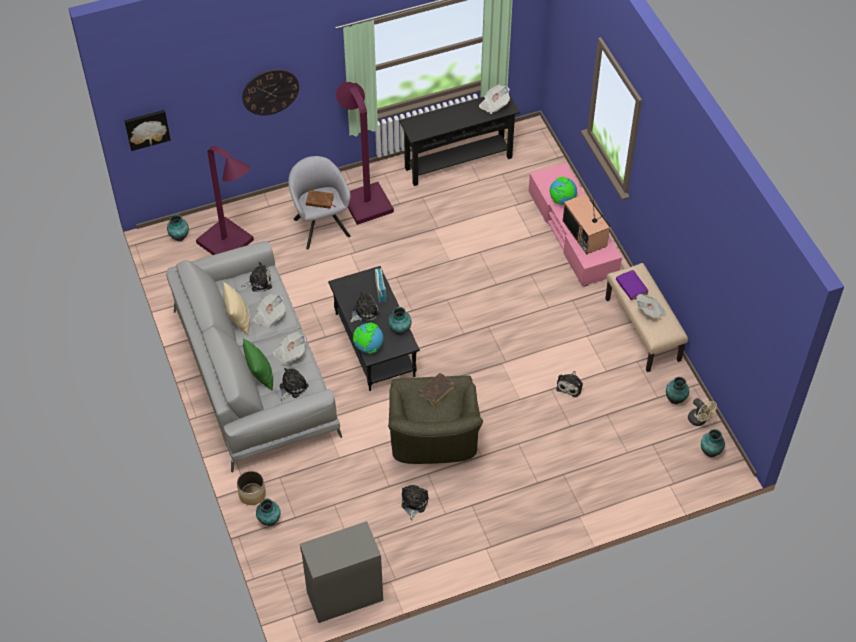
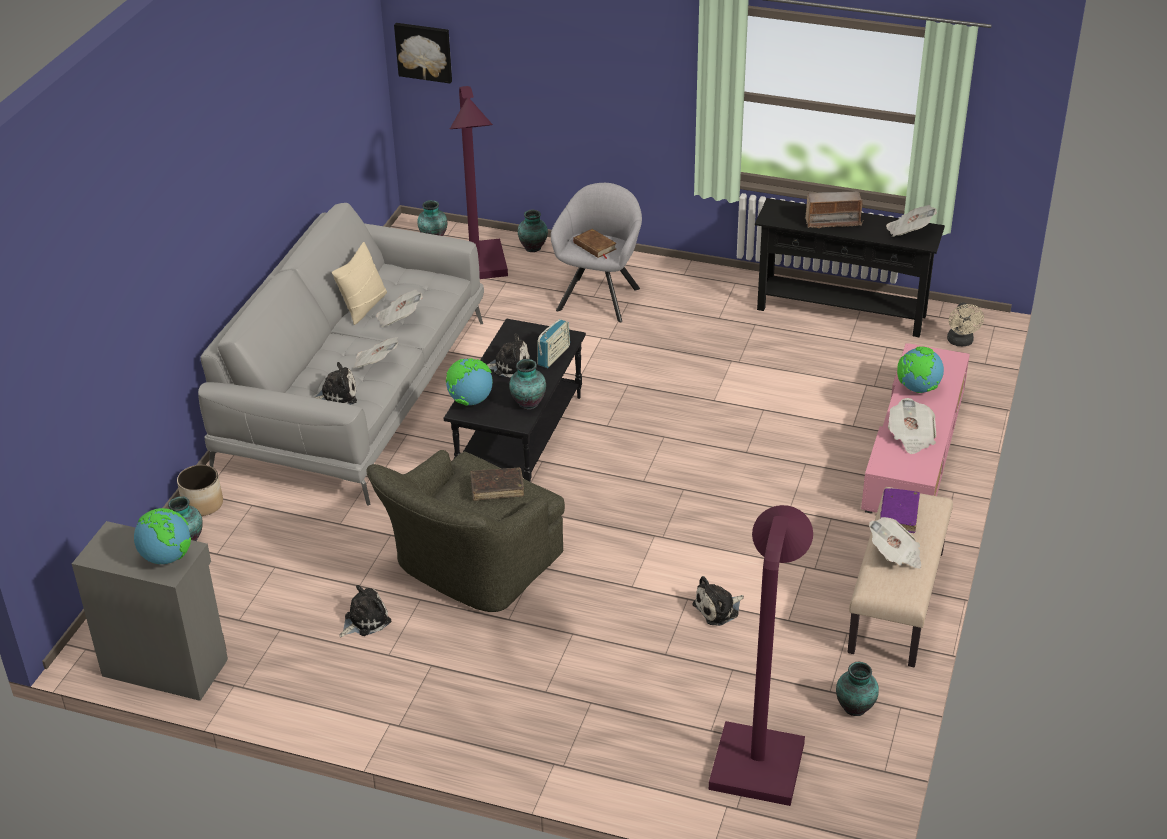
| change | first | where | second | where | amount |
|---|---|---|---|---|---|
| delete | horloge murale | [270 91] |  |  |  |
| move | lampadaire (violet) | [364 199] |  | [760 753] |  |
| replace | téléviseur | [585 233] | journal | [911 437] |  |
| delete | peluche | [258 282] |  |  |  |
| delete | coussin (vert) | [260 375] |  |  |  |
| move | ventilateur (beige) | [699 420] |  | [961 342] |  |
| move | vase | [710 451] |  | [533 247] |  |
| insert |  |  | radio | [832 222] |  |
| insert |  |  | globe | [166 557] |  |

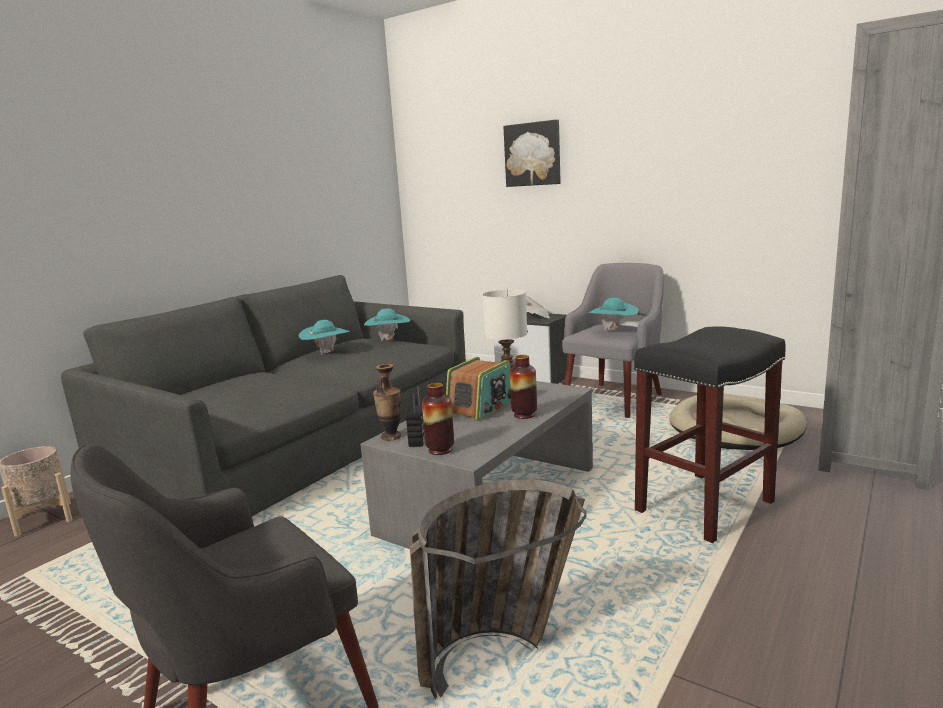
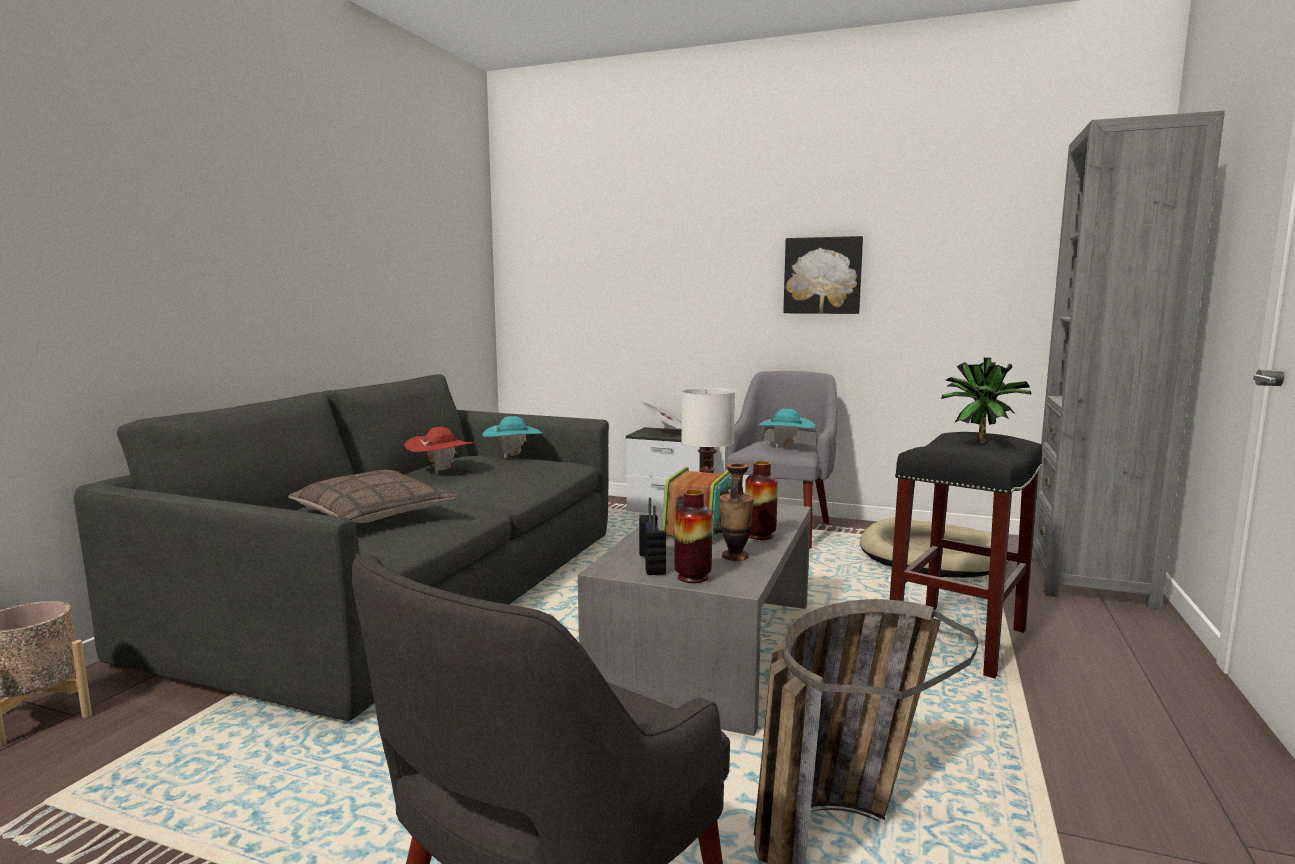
| change | first | where | second | where | amount |
|---|---|---|---|---|---|
| move | tableau | [533 154] |  | [822 275] |  |
| recolor | chapeau (turquoise) | [326 353] | chapeau (rouge) | [441 471] |  |
| move | vase | [391 436] |  | [735 556] |  |
| insert |  |  | plante en pot | [979 442] |  |
| insert |  |  | coussin | [374 514] |  |

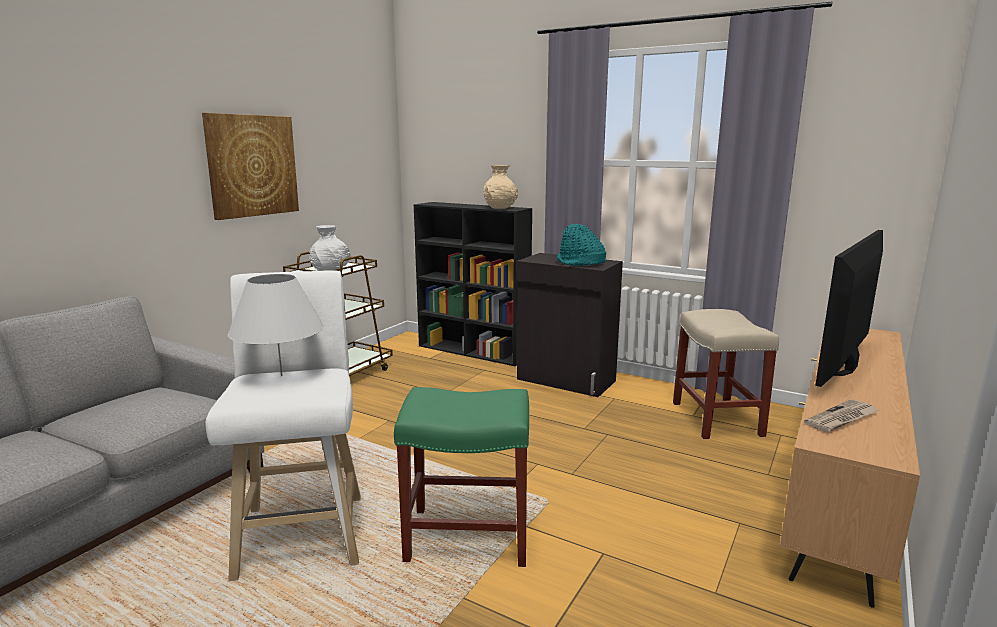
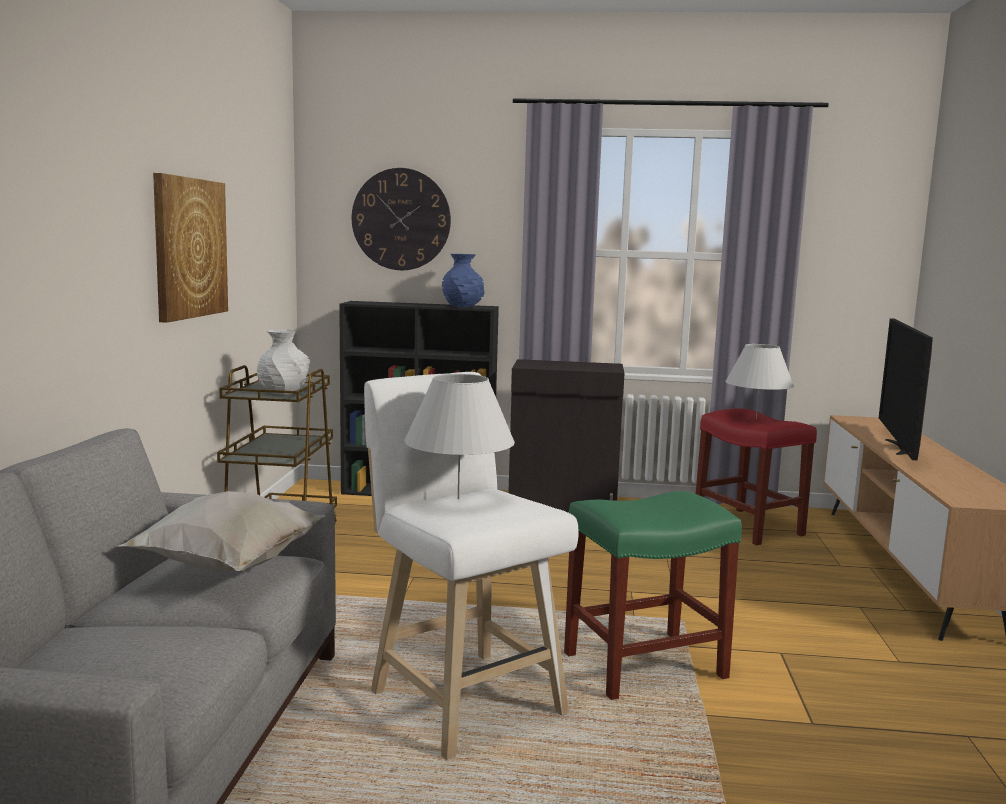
| change | first | where | second | where | amount |
|---|---|---|---|---|---|
| recolor | vase (beige) | [500 208] | vase (bleu) | [463 306] |  |
| delete | chapeau (turquoise) | [580 263] |  |  |  |
| recolor | tabouret (beige) | [717 419] | tabouret (rouge) | [749 527] |  |
| delete | journal | [842 418] |  |  |  |
| insert |  |  | horloge murale | [401 219] |  |
| insert |  |  | lampe de table (blanc) | [756 419] |  |
| insert |  |  | coussin (blanc) | [227 568] |  |

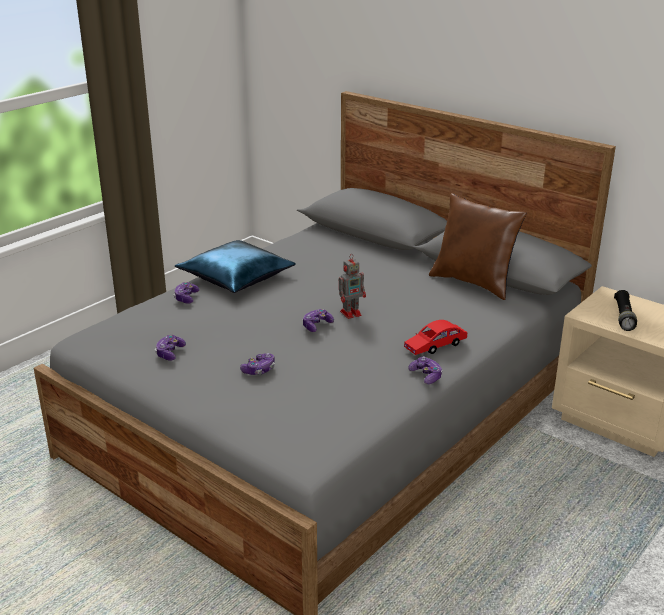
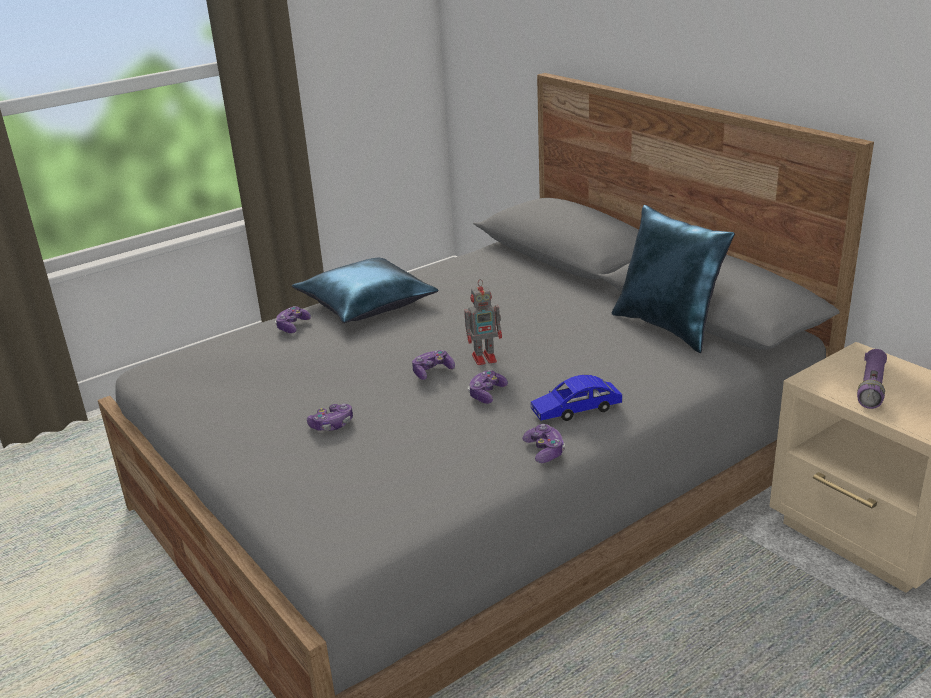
| change | first | where | second | where | amount |
|---|---|---|---|---|---|
| recolor | coussin (marron) | [474 283] | coussin (bleu) | [668 327] |  |
| recolor | lampe de poche (noir) | [623 317] | lampe de poche (violet) | [871 387] |  |
| recolor | petite voiture (rouge) | [435 346] | petite voiture (bleu) | [576 410] |  |
| move | manette | [170 353] |  | [487 394] |  |

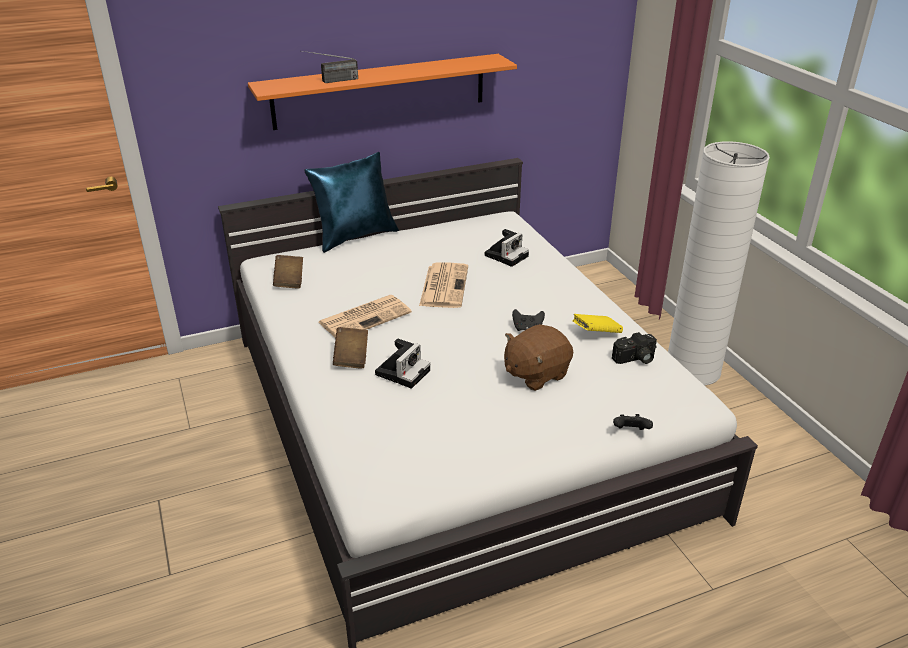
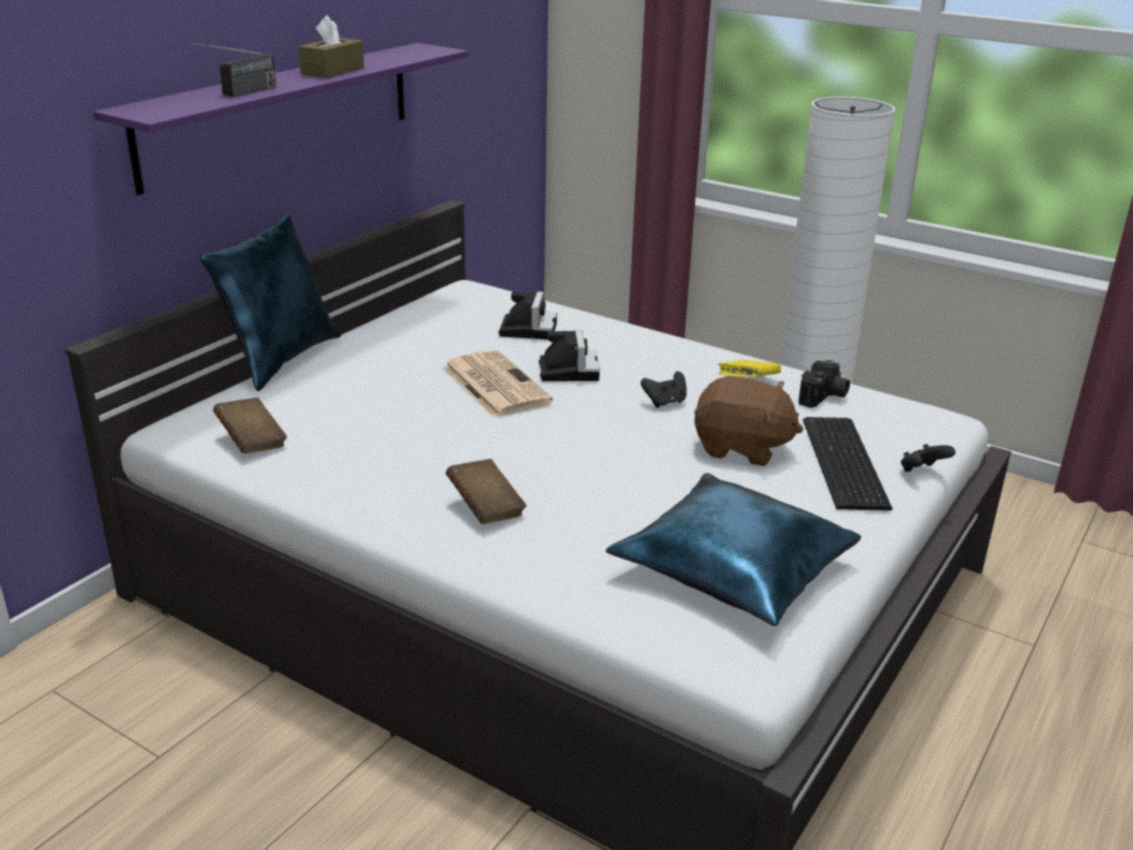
| change | first | where | second | where | amount |
|---|---|---|---|---|---|
| recolor | étagère (orange) | [380 91] | étagère (violet) | [281 112] |  |
| delete | journal | [365 317] |  |  |  |
| rotate | peluche (marron) | [535 374] |  | [741 448] | 90 degrees counterclockwise |
| move | appareil photo | [403 371] |  | [567 370] |  |
| insert |  |  | boîte à mouchoirs (marron) | [332 71] |  |
| insert |  |  | clavier | [841 463] |  |
| insert |  |  | coussin (bleu) | [732 568] |  |

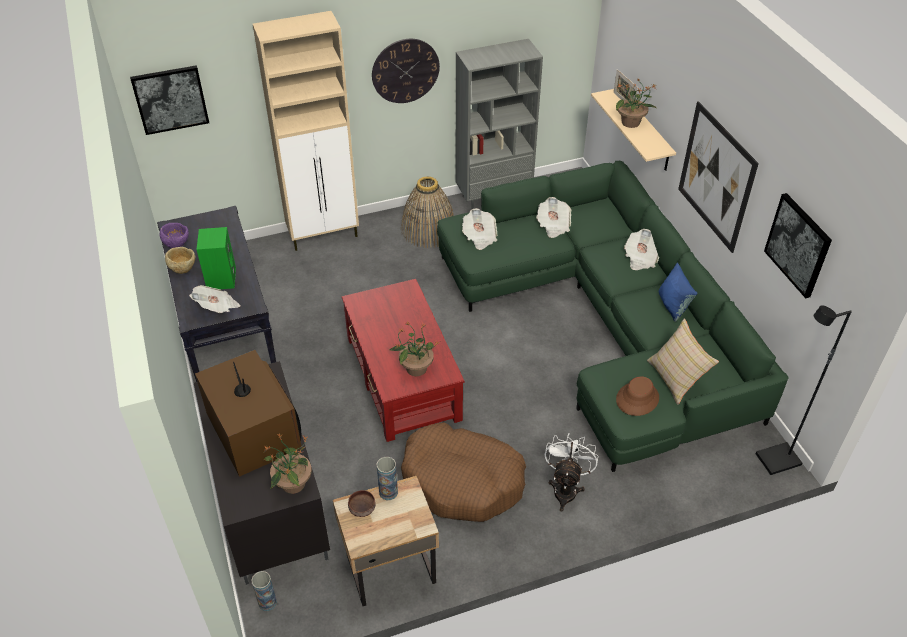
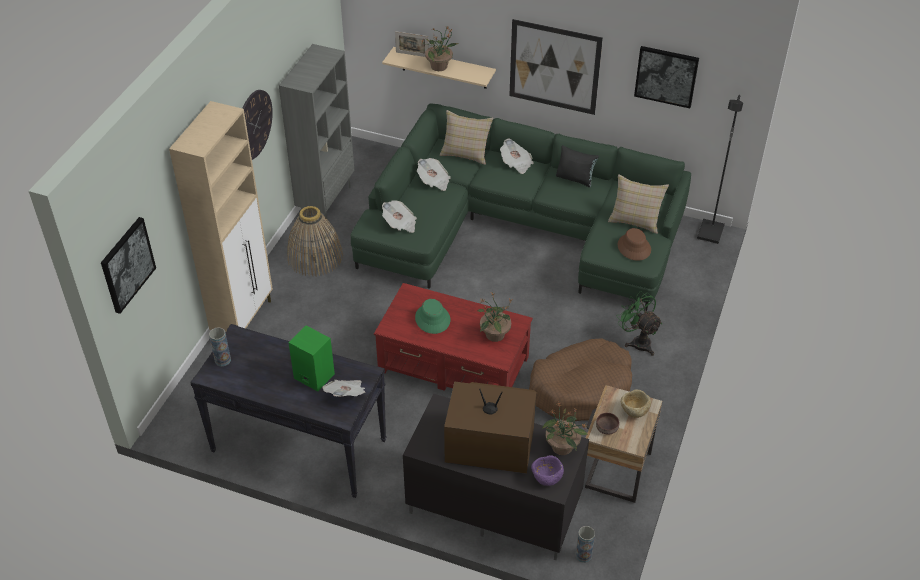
| change | first | where | second | where | amount |
|---|---|---|---|---|---|
| move | bol (violet) | [177 244] |  | [546 478] |  |
| move | bol (beige) | [183 268] |  | [634 411] |  |
| recolor | coussin (bleu) | [673 306] | coussin (noir) | [575 179] |  |
| recolor | ventilateur (blanc) | [566 488] | ventilateur (vert) | [638 341] |  |
| move | vase | [388 492] |  | [223 360] |  |
| insert |  |  | coussin (beige) | [466 153] |  |
| insert |  |  | chapeau (vert) | [432 319] |  |

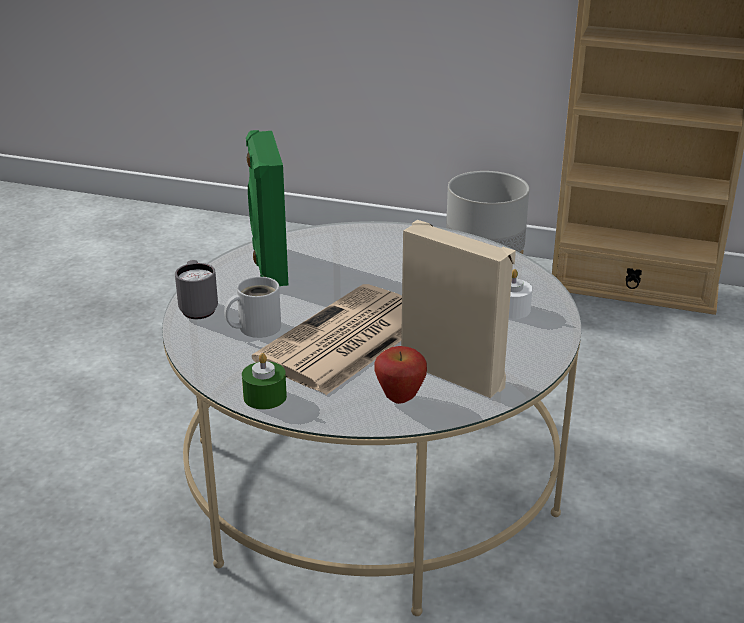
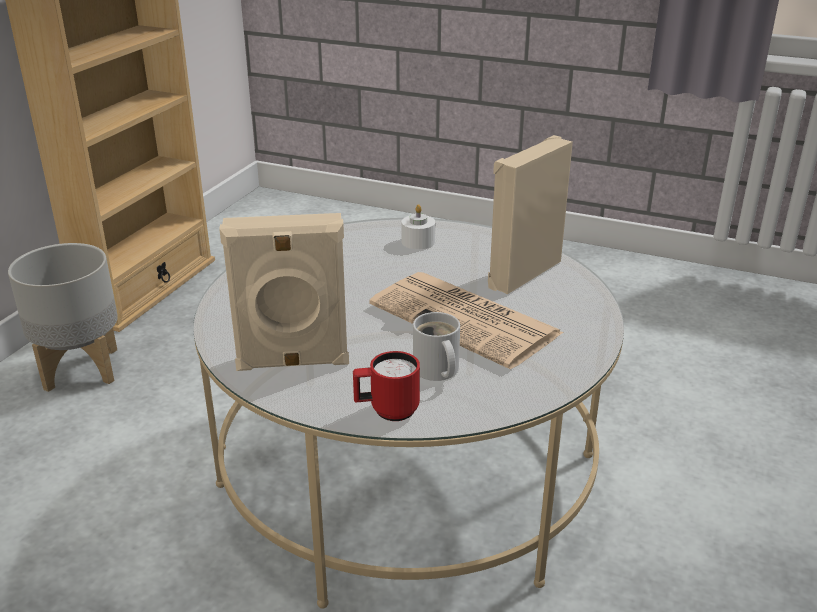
| change | first | where | second | where | amount |
|---|---|---|---|---|---|
| recolor | enceinte (vert) | [268 266] | enceinte (beige) | [293 362] |  |
| recolor | mug (gris) | [198 308] | mug (rouge) | [387 411] |  |
| delete | pomme | [400 399] |  |  |  |
| delete | bougie (vert) | [265 396] |  |  |  |

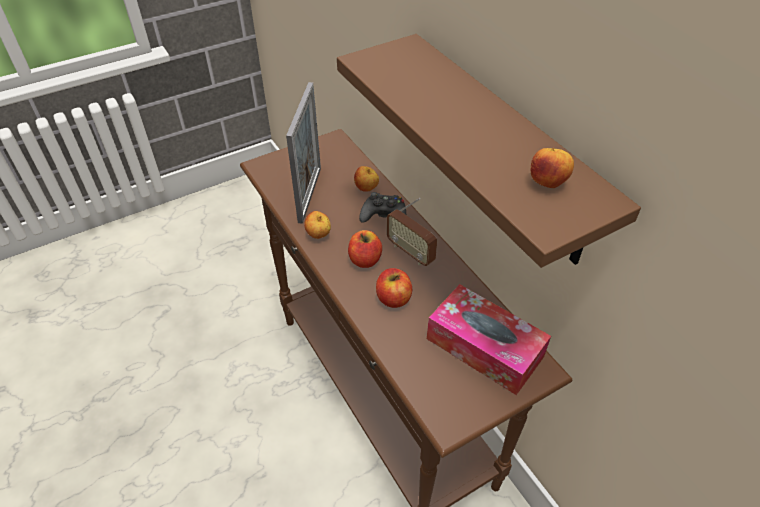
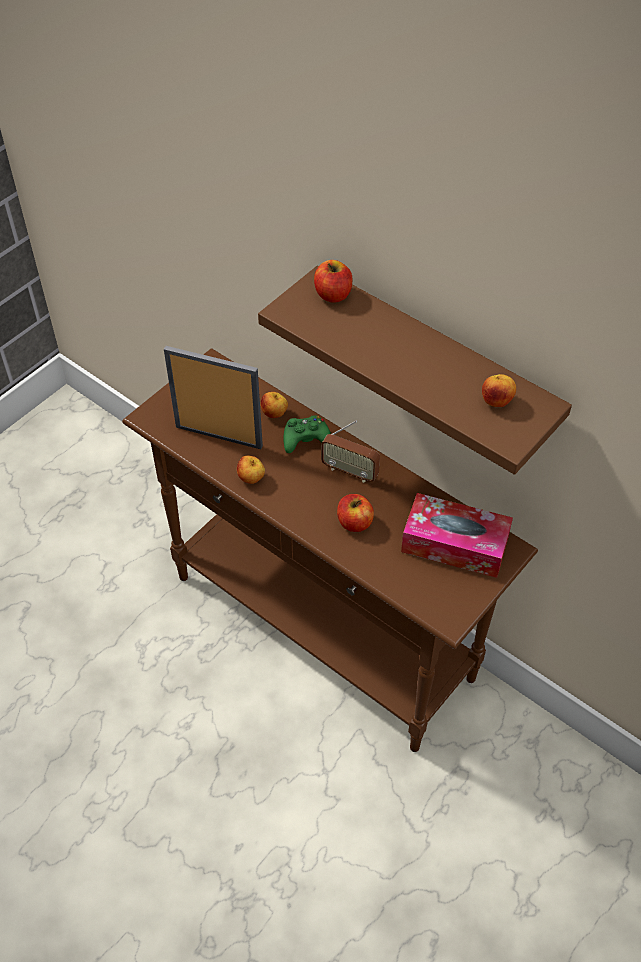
| change | first | where | second | where | amount |
|---|---|---|---|---|---|
| rotate | cadre photo | [310 194] |  | [219 436] | 60 degrees counterclockwise |
| recolor | manette (noir) | [384 215] | manette (vert) | [306 439] |  |
| move | pomme | [365 260] |  | [333 294] |  |

